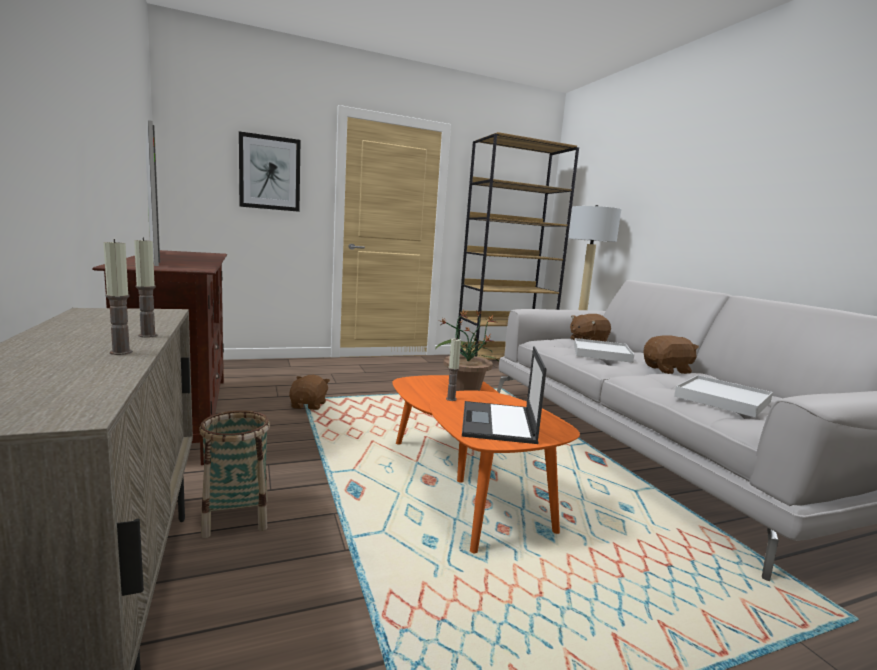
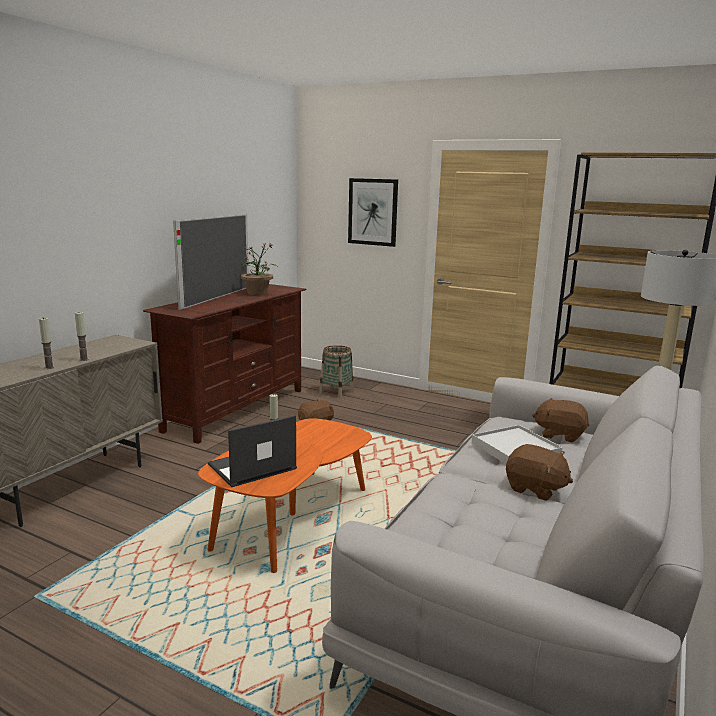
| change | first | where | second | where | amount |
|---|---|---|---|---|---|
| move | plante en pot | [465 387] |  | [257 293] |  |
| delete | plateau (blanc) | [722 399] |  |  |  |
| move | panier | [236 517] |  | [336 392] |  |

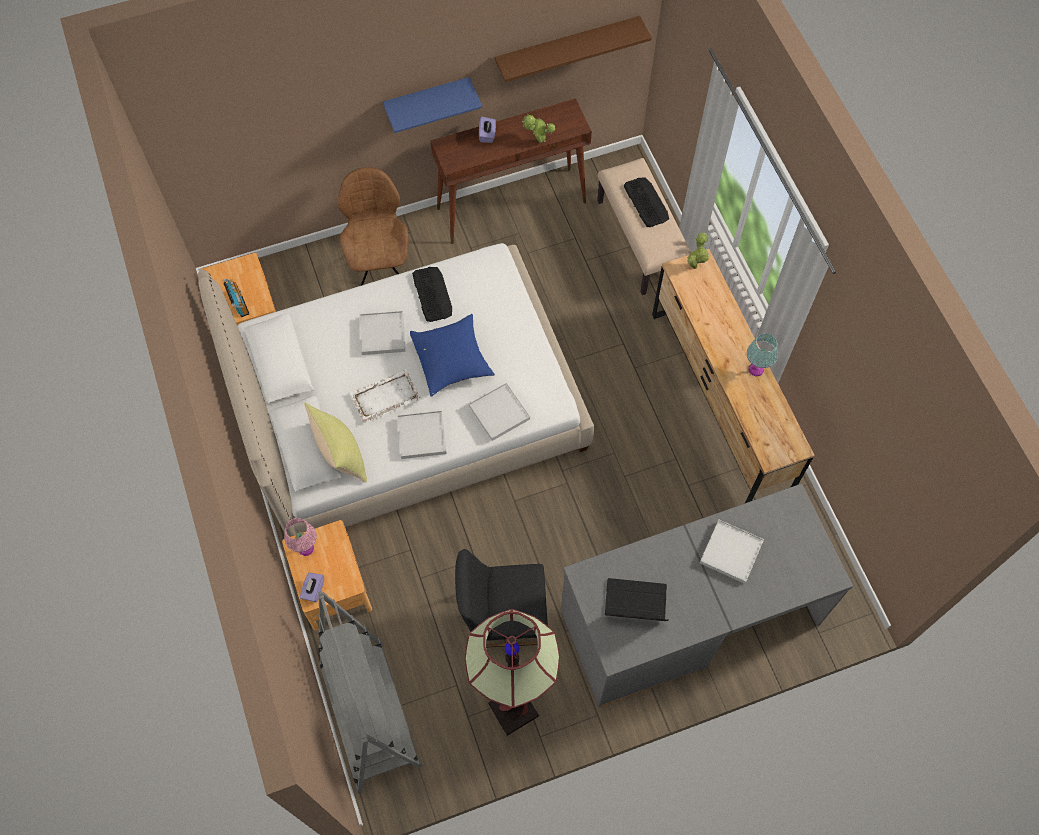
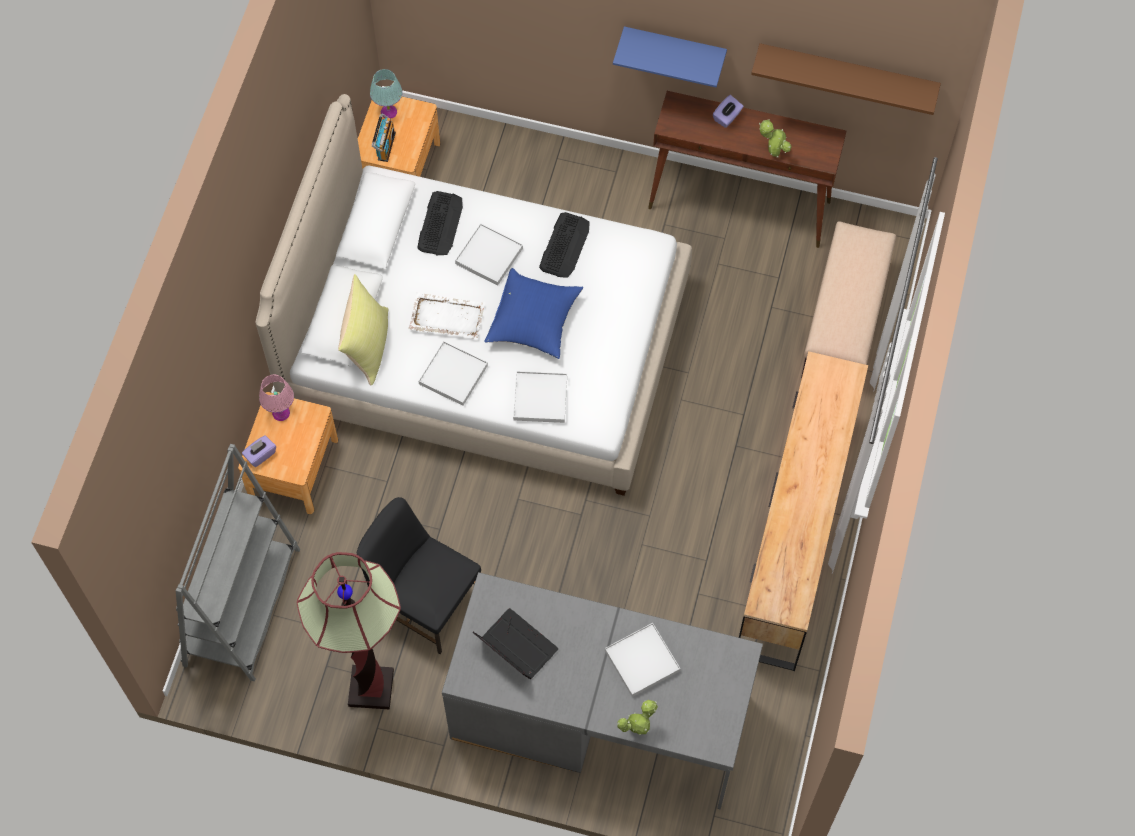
| change | first | where | second | where | amount |
|---|---|---|---|---|---|
| delete | chaise (marron) | [381 268] |  |  |  |
| move | clavier | [646 202] |  | [440 224] |  |
| move | plante en pot | [694 265] |  | [637 728] |  |
| move | lampe de table (turquoise) | [756 369] |  | [388 112] |  |

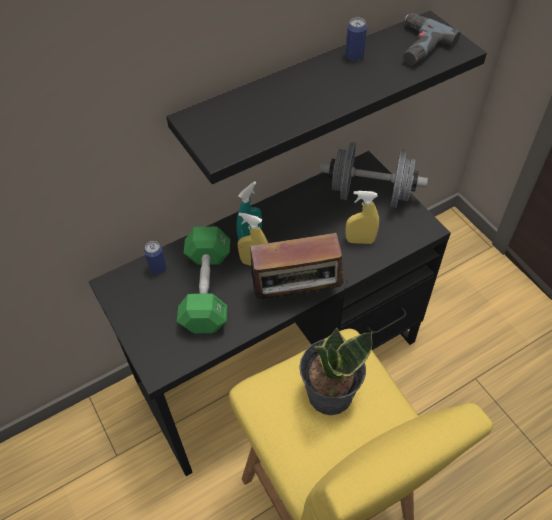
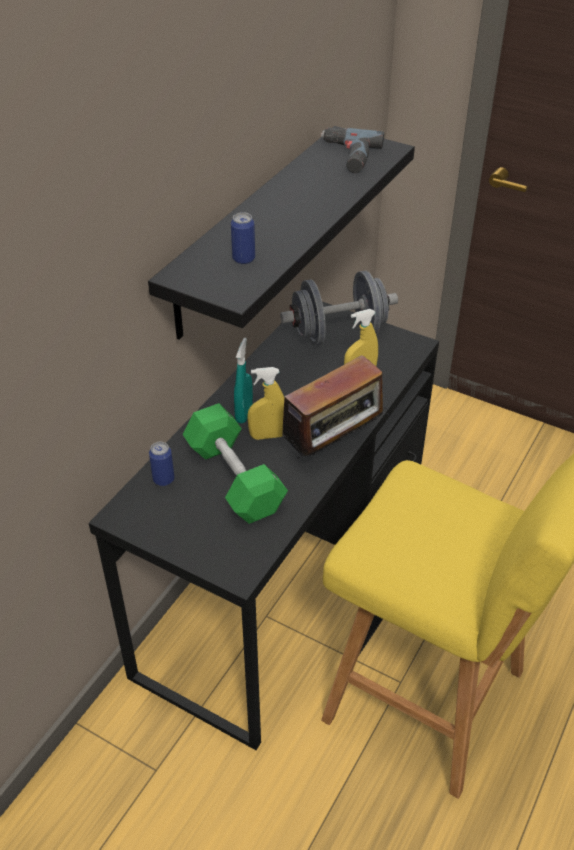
| change | first | where | second | where | amount |
|---|---|---|---|---|---|
| move | boîte métallique | [354 56] |  | [243 259] |  |
| delete | plante en pot | [329 393] |  |  |  |

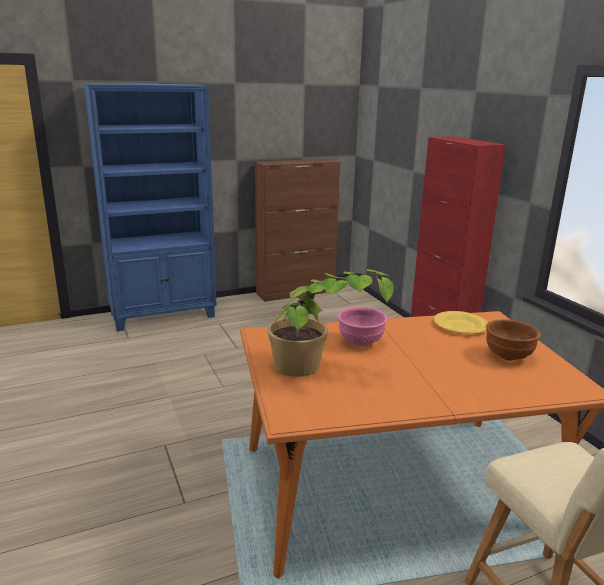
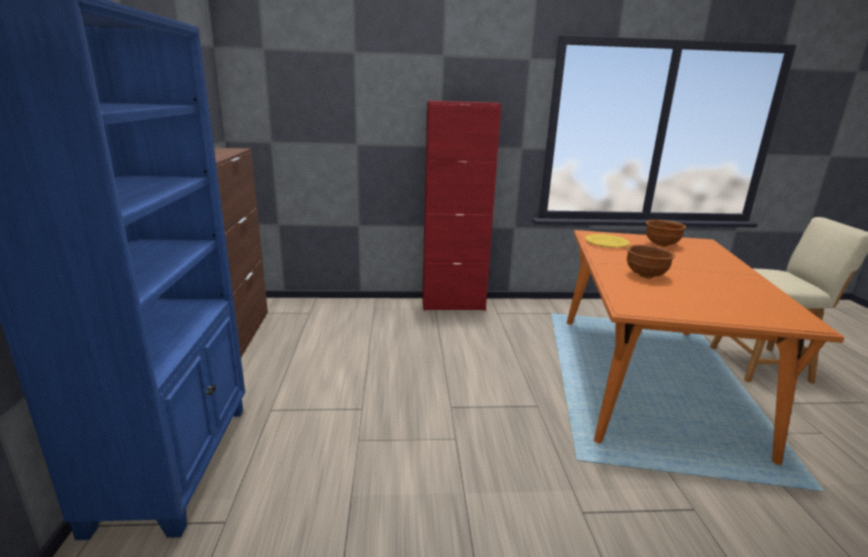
| change | first | where | second | where | amount |
|---|---|---|---|---|---|
| delete | plante en pot | [318 371] |  |  |  |
| recolor | bol (rose) | [360 343] | bol (marron) | [646 276] |  |

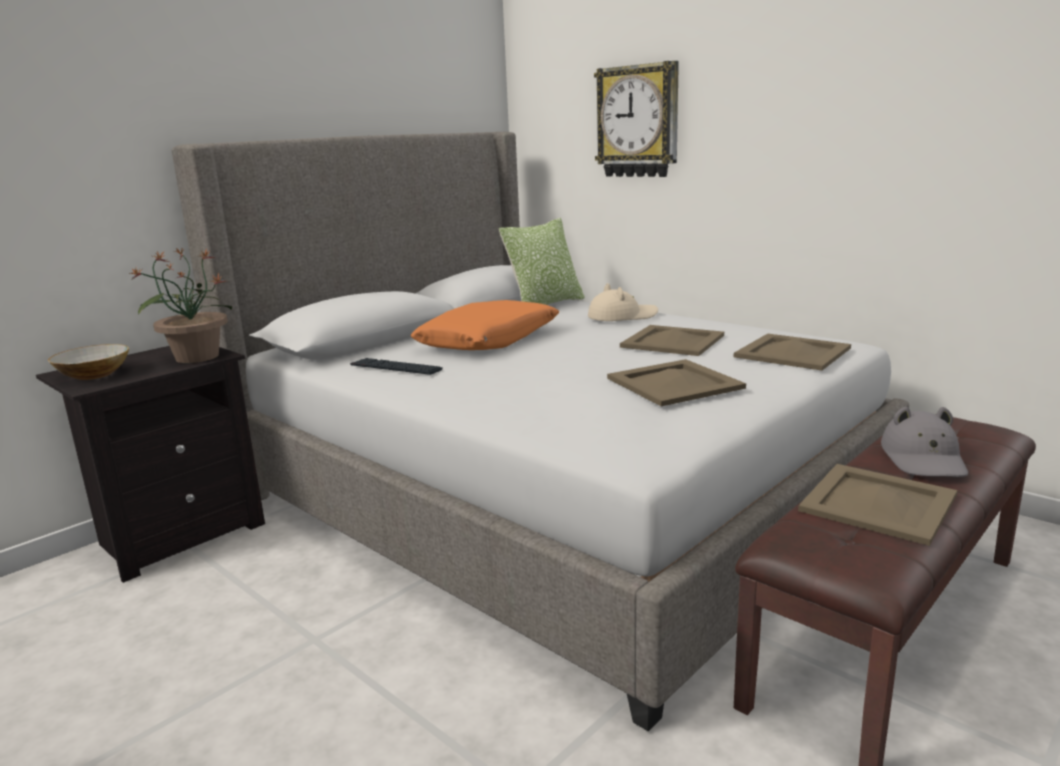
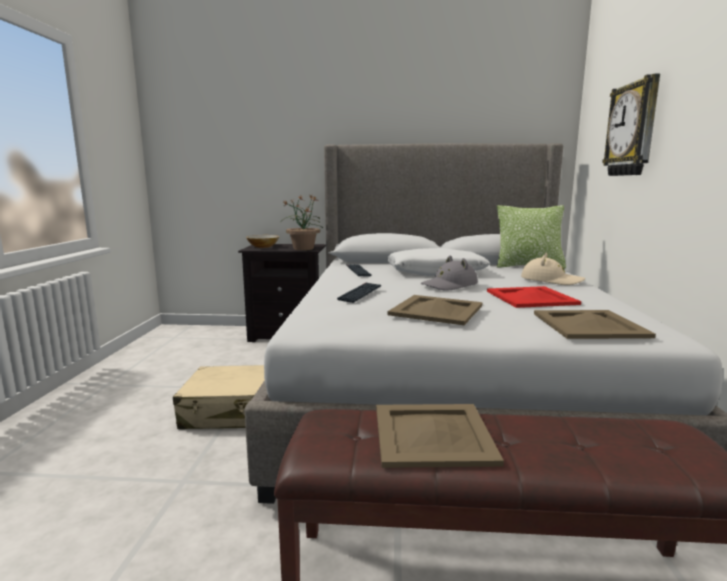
| change | first | where | second | where | amount |
|---|---|---|---|---|---|
| recolor | coussin (orange) | [489 340] | coussin (blanc) | [435 272] |  |
| recolor | plateau (beige) | [671 341] | plateau (rouge) | [530 297] |  |
| move | chapeau (gris) | [924 459] |  | [449 285] |  |
| insert |  |  | clavier | [360 293] |  |
| insert |  |  | valise (beige) | [232 412] |  |

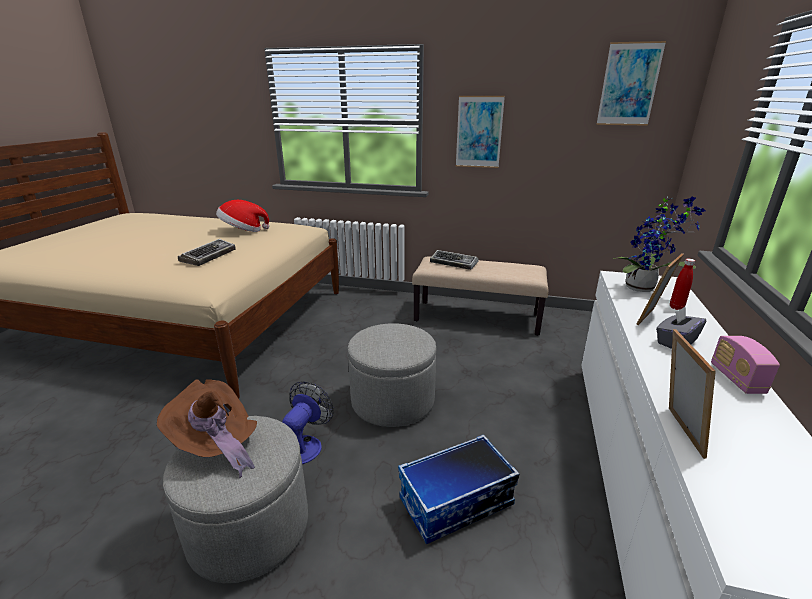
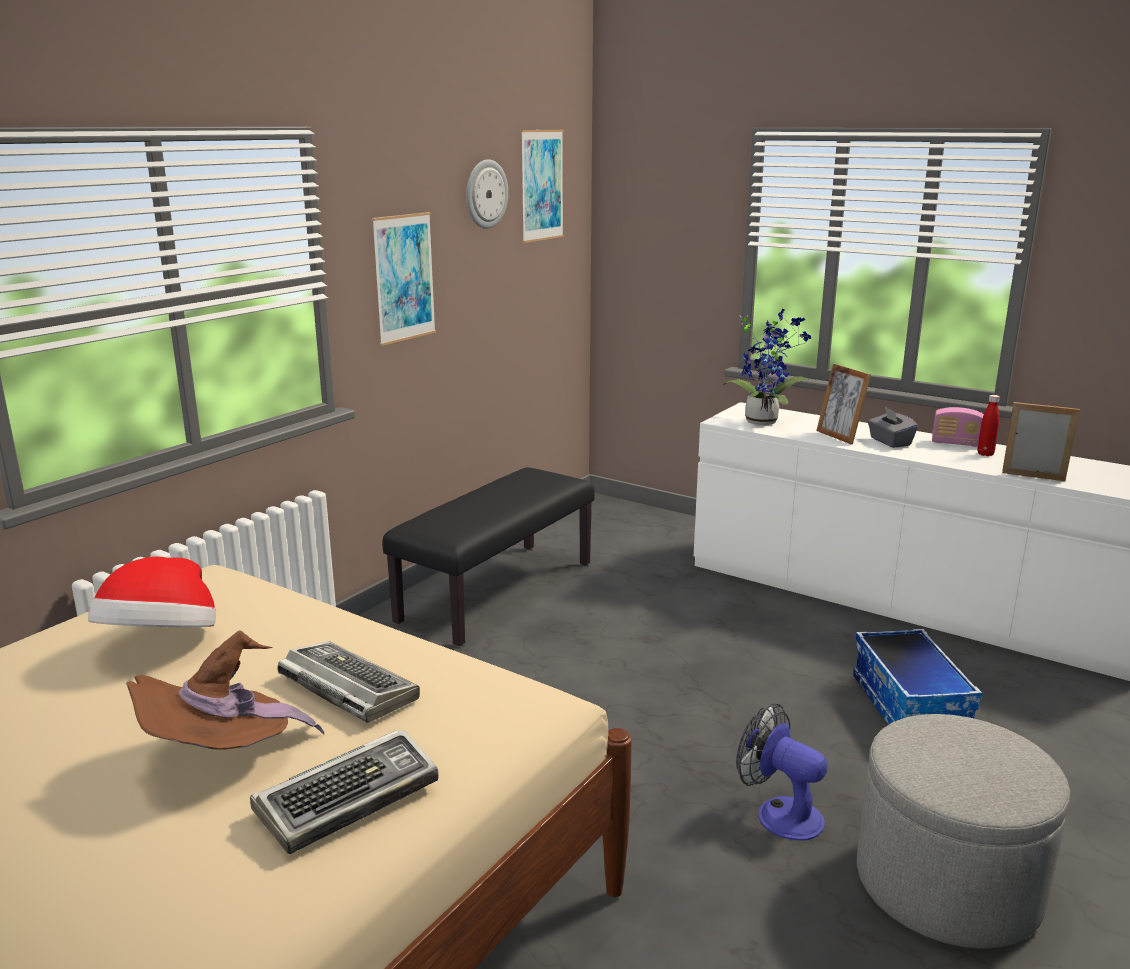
| change | first | where | second | where | amount |
|---|---|---|---|---|---|
| move | clavier | [454 263] |  | [349 797] |  |
| recolor | banc (beige) | [477 317] | banc (noir) | [496 591] |  |
| move | bouteille (rouge) | [676 307] |  | [985 454] |  |
| delete | pouf (gris) | [392 401] |  |  |  |
| move | chapeau (marron) | [216 445] |  | [223 757] |  |
| insert |  |  | horloge murale | [485 194] |  |

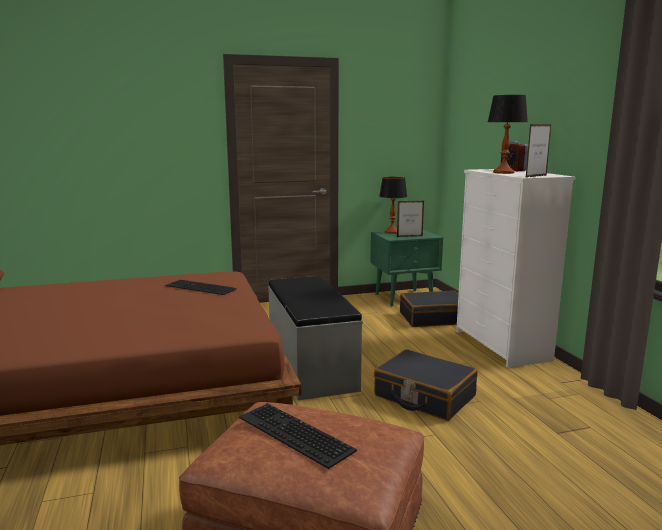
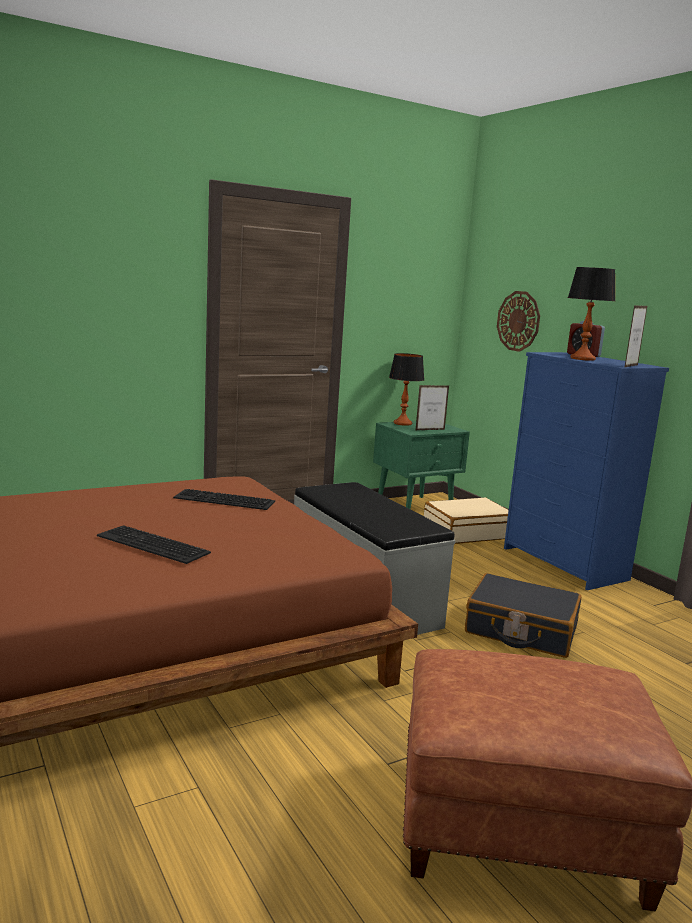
| change | first | where | second | where | amount |
|---|---|---|---|---|---|
| recolor | commode (blanc) | [501 346] | commode (bleu) | [564 564] |  |
| recolor | valise (noir) | [433 318] | valise (beige) | [466 532] |  |
| move | clavier | [292 434] |  | [150 544] |  |
| insert |  |  | horloge murale | [518 321] |  |

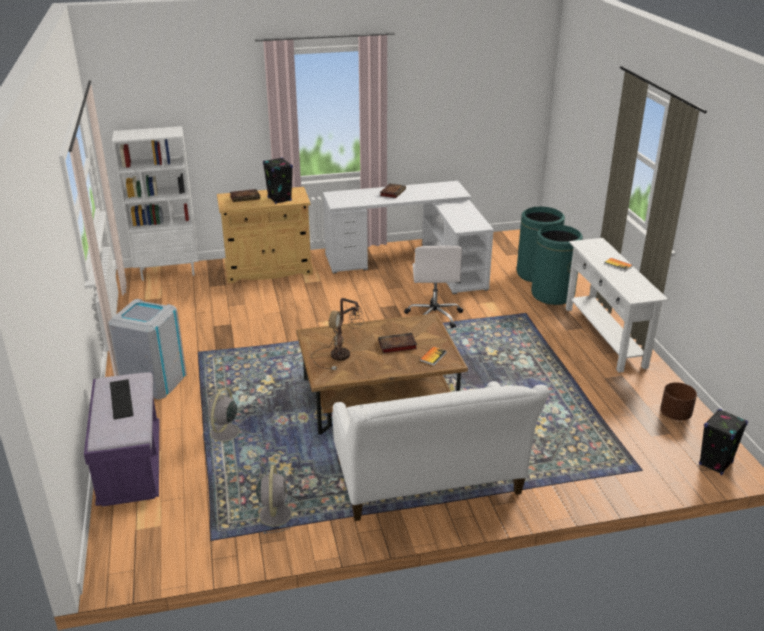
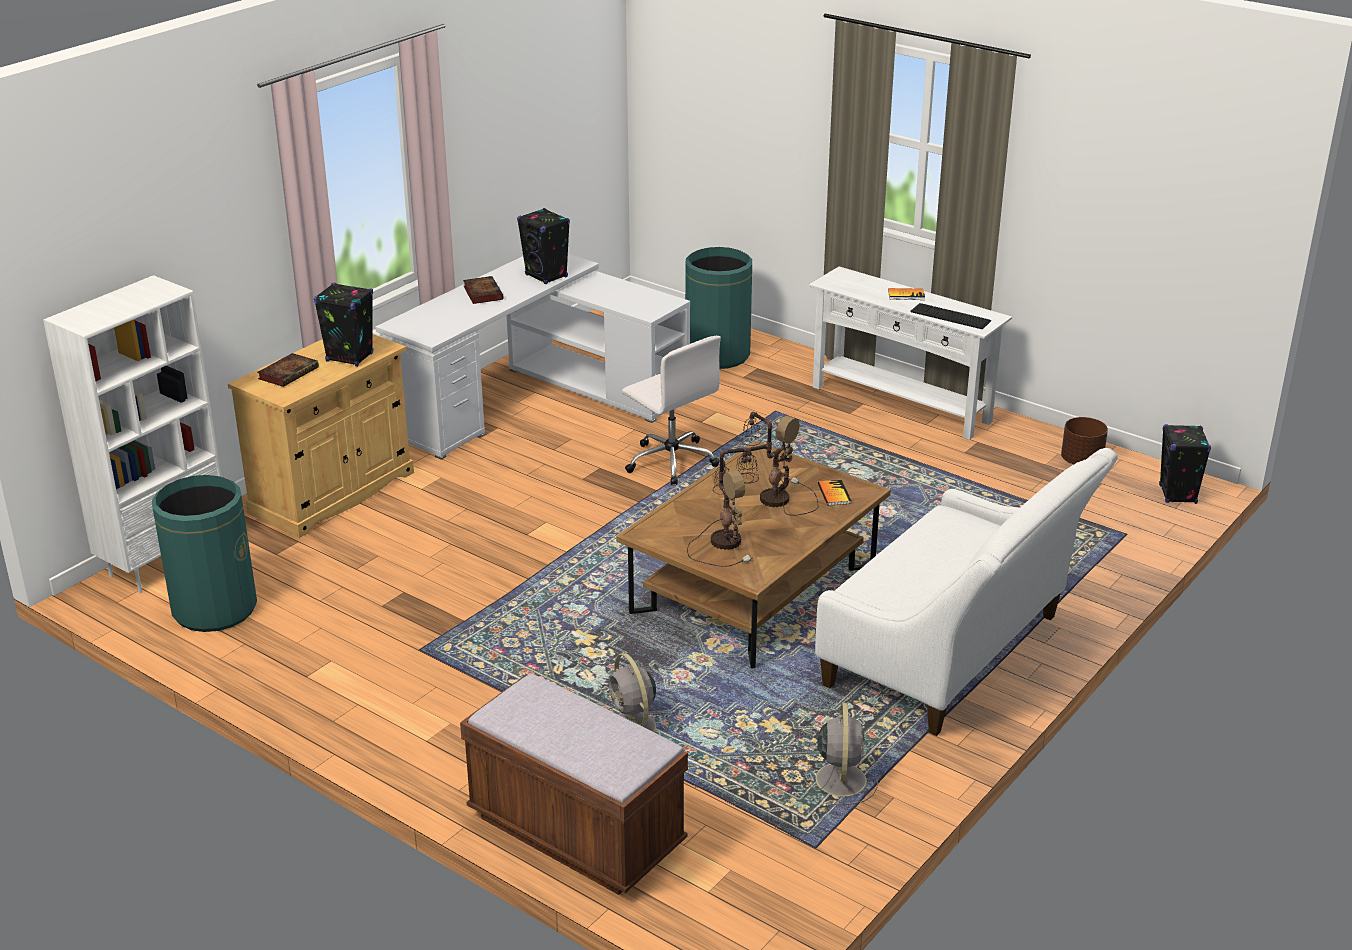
| change | first | where | second | where | amount |
|---|---|---|---|---|---|
| move | poubelle (vert) | [552 294] |  | [214 608] |  |
| delete | poubelle (gris) | [153 381] |  |  |  |
| replace | livre | [396 345] | lampe de table | [772 500] |  |
| recolor | banc (violet) | [130 466] | banc (marron) | [576 832] |  |
| move | clavier | [121 399] |  | [950 316] |  |
| rotate | ventilateur (gris) | [275 513] |  | [840 778] | 45 degrees clockwise |
| insert |  |  | enceinte (noir) | [546 276] |  |

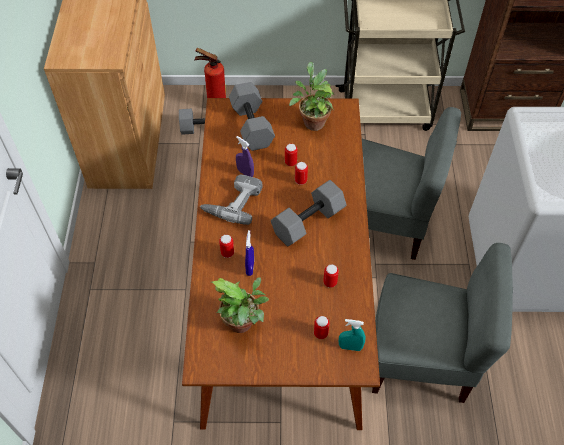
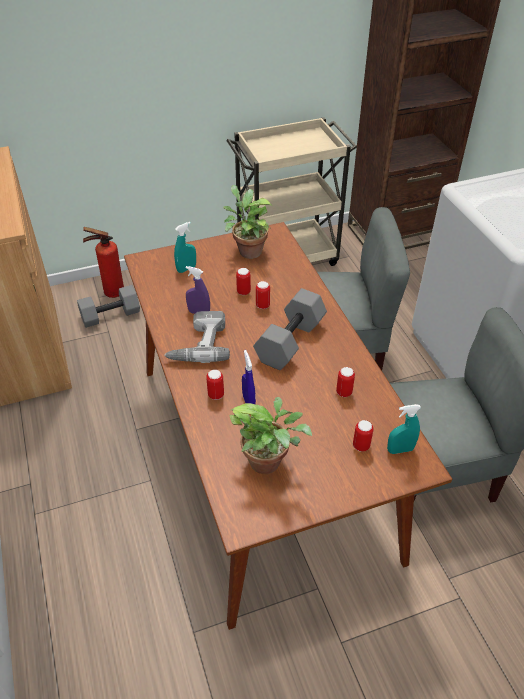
| change | first | where | second | where | amount |
|---|---|---|---|---|---|
| replace | haltère (gris) | [253 126] | vaporisateur (turquoise) | [186 269] |  |

